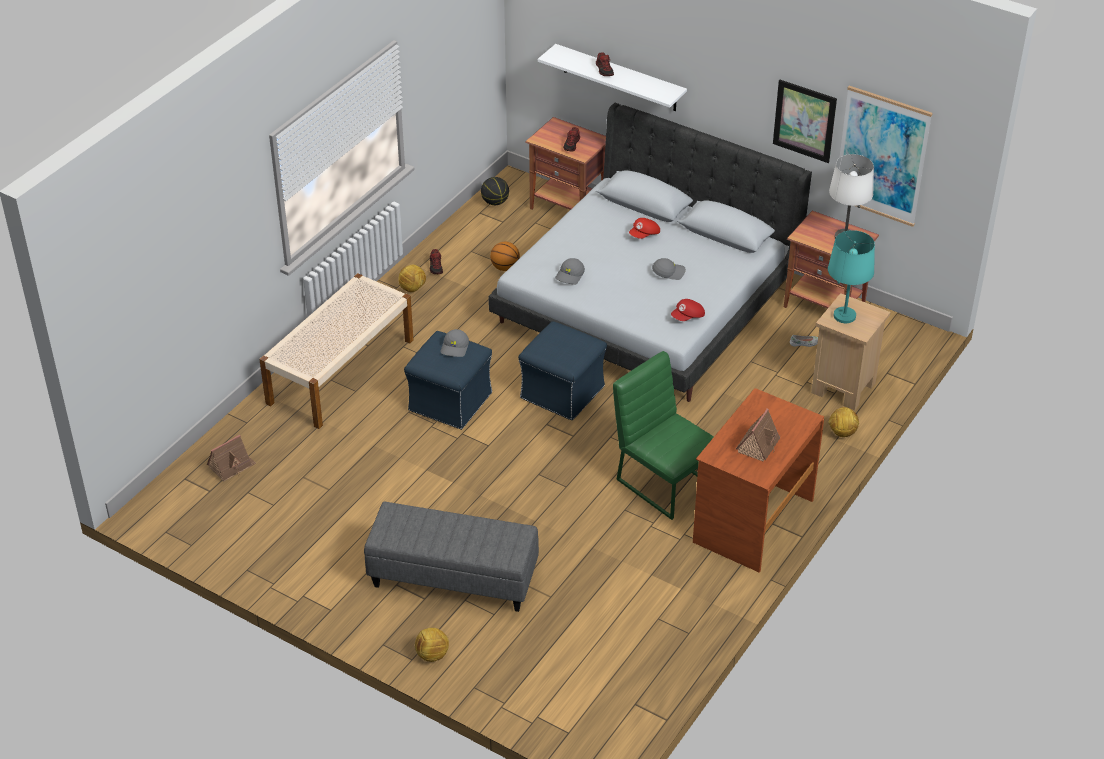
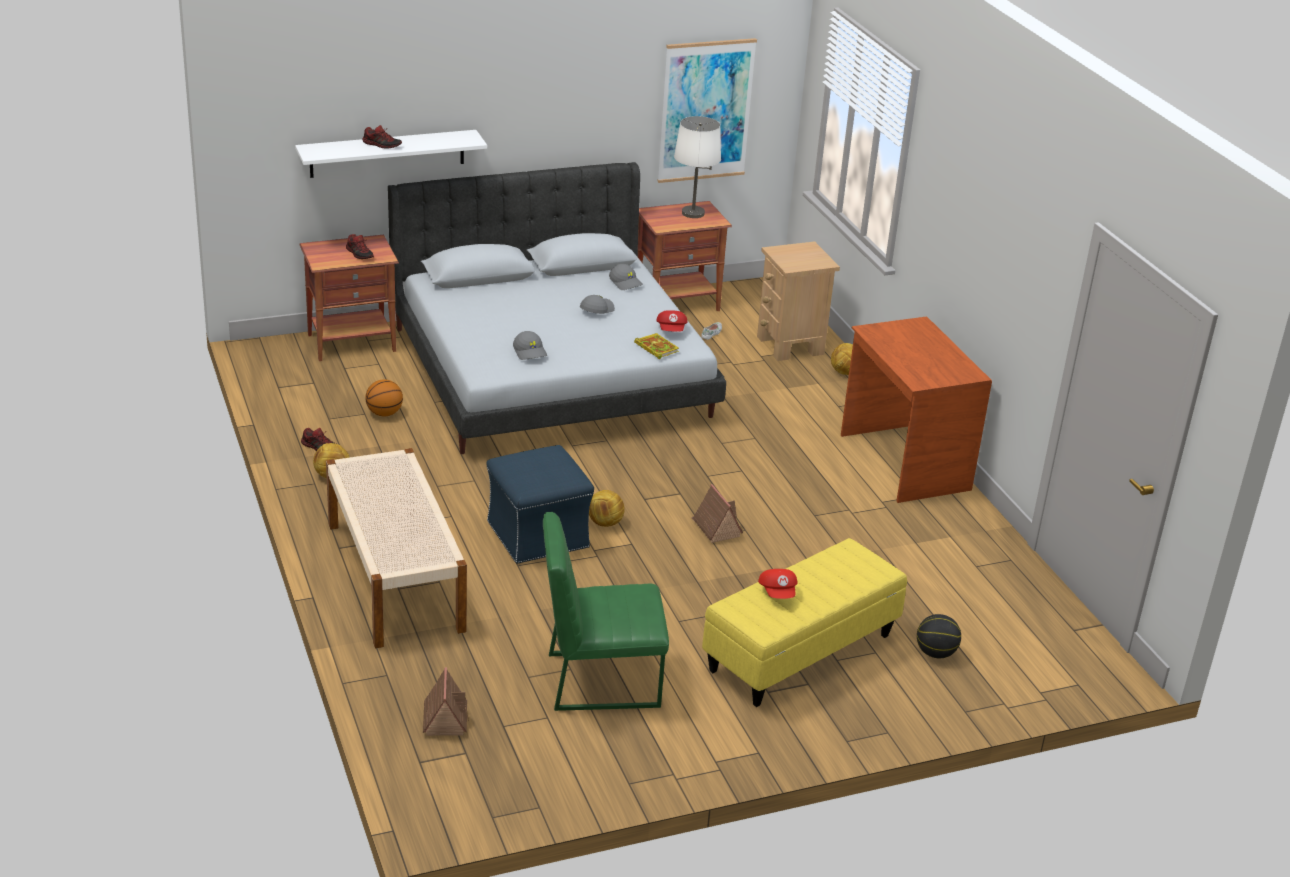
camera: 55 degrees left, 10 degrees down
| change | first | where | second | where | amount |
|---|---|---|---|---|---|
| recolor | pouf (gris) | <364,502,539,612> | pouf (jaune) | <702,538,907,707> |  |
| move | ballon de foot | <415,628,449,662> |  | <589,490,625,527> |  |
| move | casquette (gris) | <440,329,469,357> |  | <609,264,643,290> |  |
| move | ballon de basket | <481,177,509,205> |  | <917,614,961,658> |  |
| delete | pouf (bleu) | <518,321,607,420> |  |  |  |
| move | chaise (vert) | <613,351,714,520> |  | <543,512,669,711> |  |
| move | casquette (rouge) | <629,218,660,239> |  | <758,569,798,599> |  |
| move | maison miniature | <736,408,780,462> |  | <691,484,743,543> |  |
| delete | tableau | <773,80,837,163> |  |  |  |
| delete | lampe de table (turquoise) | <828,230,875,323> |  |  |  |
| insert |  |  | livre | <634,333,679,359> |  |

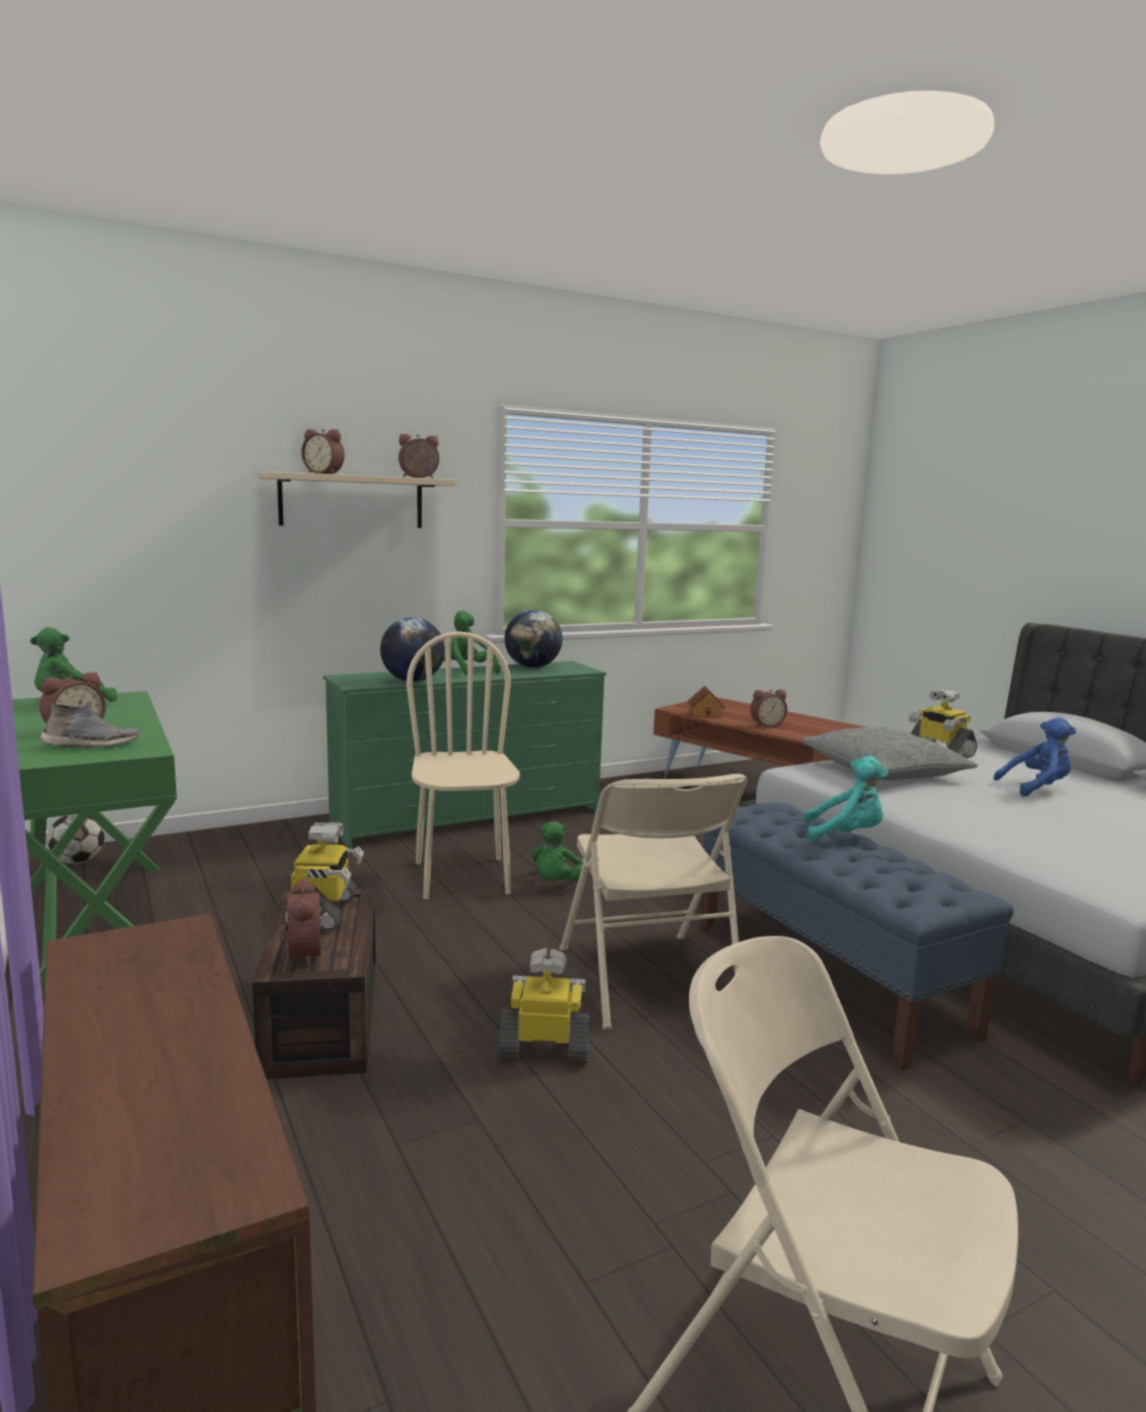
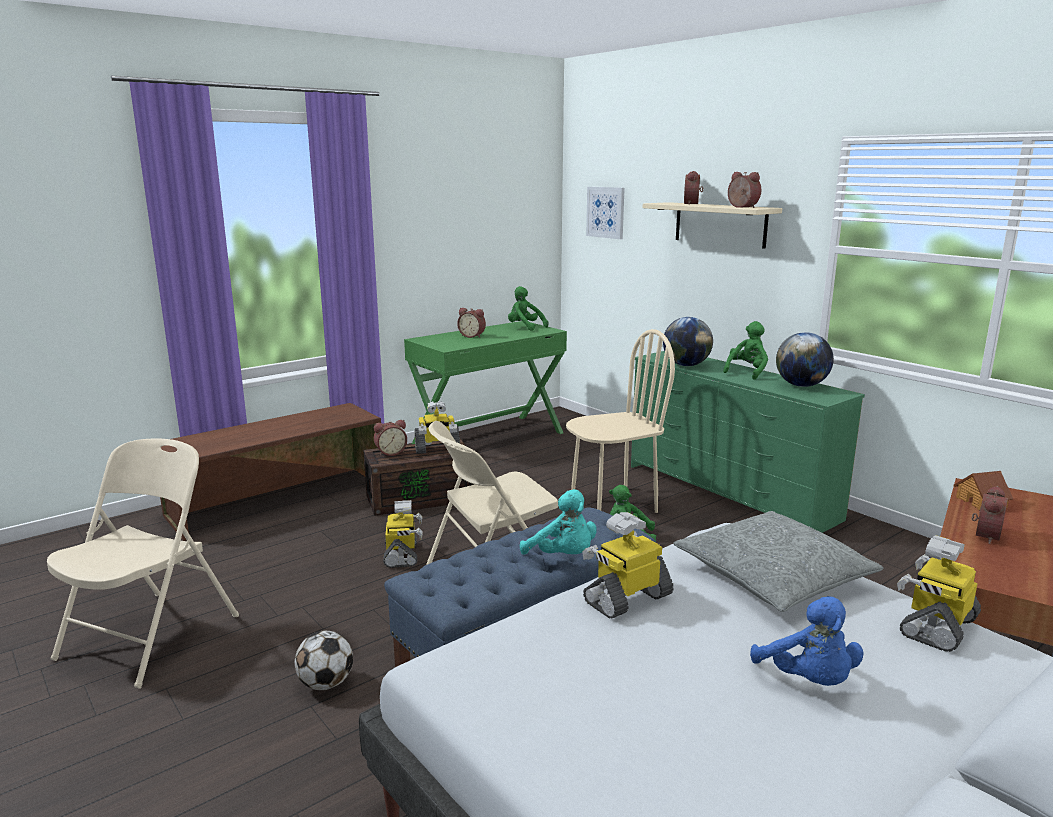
camera: 80 degrees right, 5 degrees up
| change | first | where | second | where | amount |
|---|---|---|---|---|---|
| delete | chaussure (gris) | <39,700,139,748> |  |  |  |
| move | ballon de foot | <47,814,105,864> |  | <294,630,353,690> |  |
| rotate | réveil | <750,689,787,727> |  | <971,486,1008,544> | 120 degrees counterclockwise |
| rotate | peluche (turquoise) | <803,756,888,842> |  | <520,489,597,555> | 45 degrees counterclockwise |
| insert |  |  | robot jouet | <582,512,674,619> |  |
| insert |  |  | tableau | <586,187,625,239> |  |

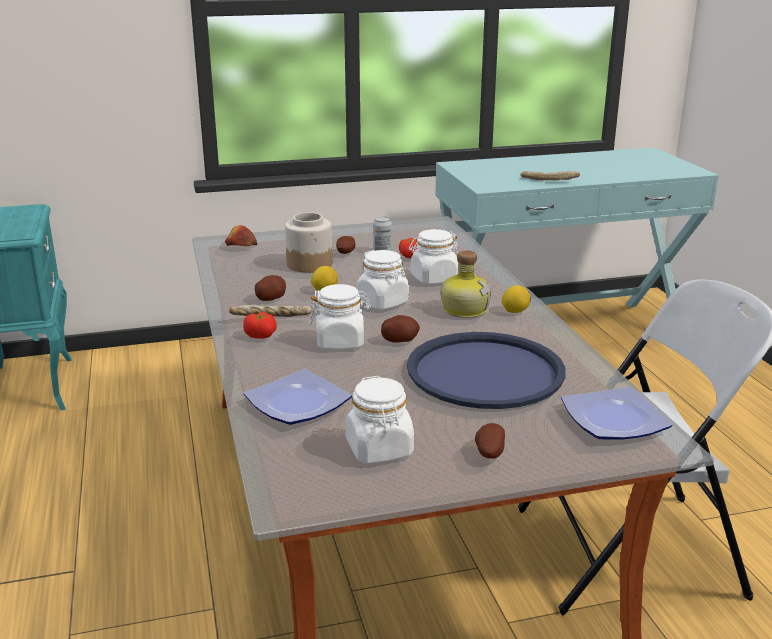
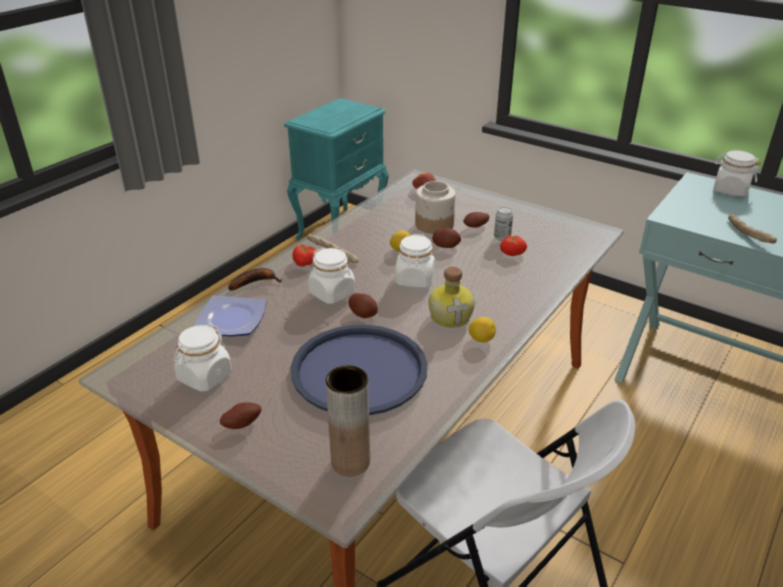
camera: 50 degrees right, 10 degrees up
| change | first | where | second | where | amount |
|---|---|---|---|---|---|
| move | pomme de terre | <255,275,286,301> |  | <432,228,461,248> |  |
| move | bocal (blanc) | <409,229,459,284> |  | <713,150,761,197> |  |
| replace | assiette | <561,387,673,440> | vase (marron) | <326,366,370,476> |  |
| insert |  |  | banane | <228,268,282,291> |  |

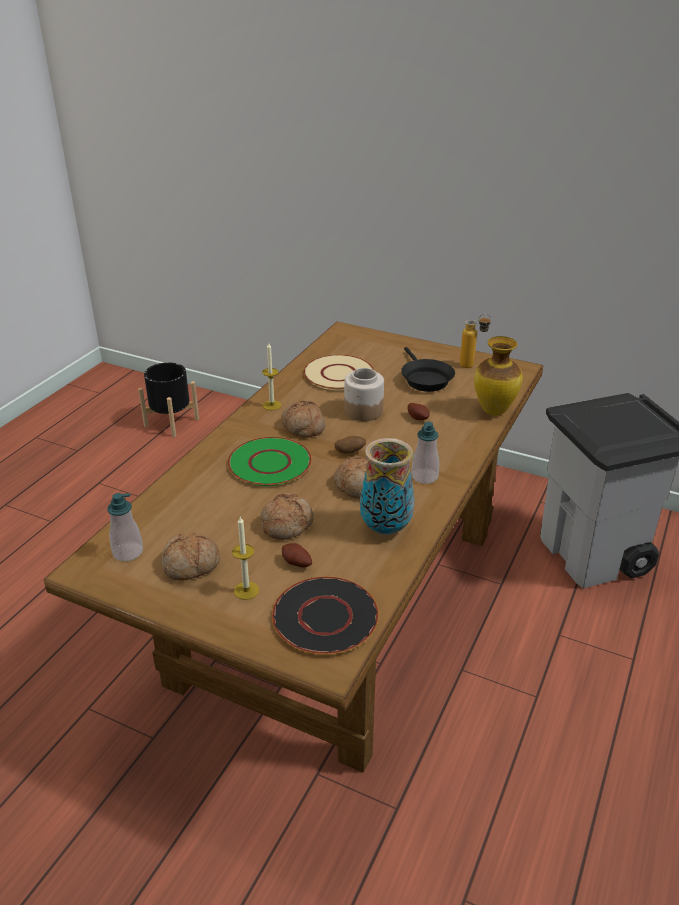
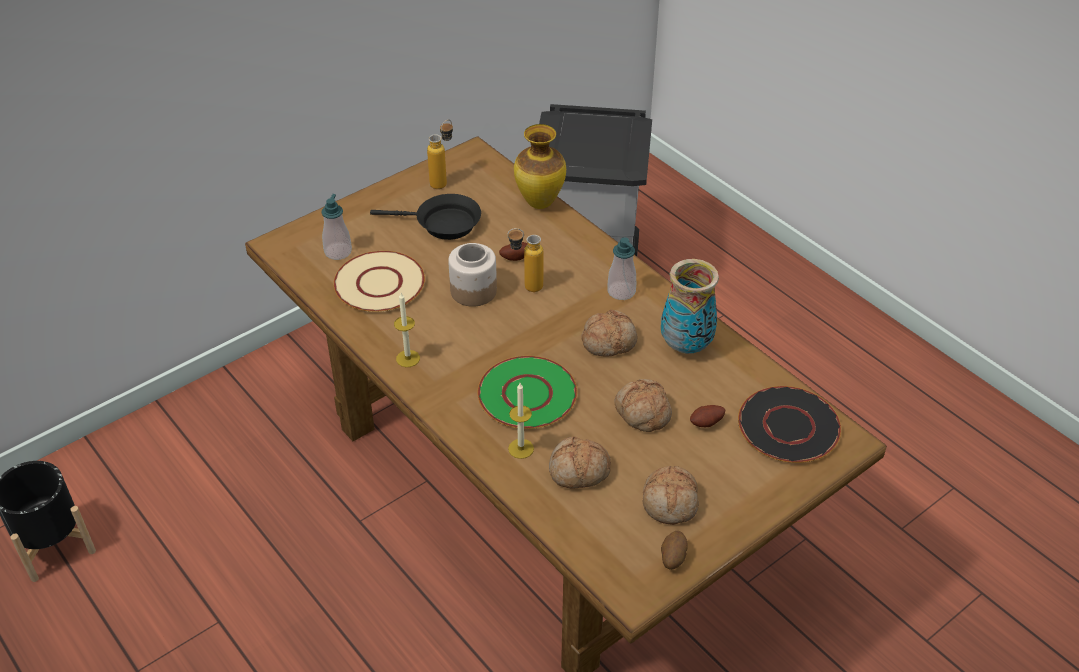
camera: 65 degrees left, 10 degrees up
| change | first | where | second | where | amount |
|---|---|---|---|---|---|
| move | distributeur de savon | <107,493,143,561> |  | <321,194,352,260> |  |
| move | bougie | <232,517,259,600> |  | <508,383,534,459> |  |
| move | pain | <281,400,325,438> |  | <549,437,611,489> |  |
| move | pomme de terre | <335,436,366,453> |  | <661,531,688,570> |  |
| insert |  |  | bouteille | <508,228,543,292> |  |

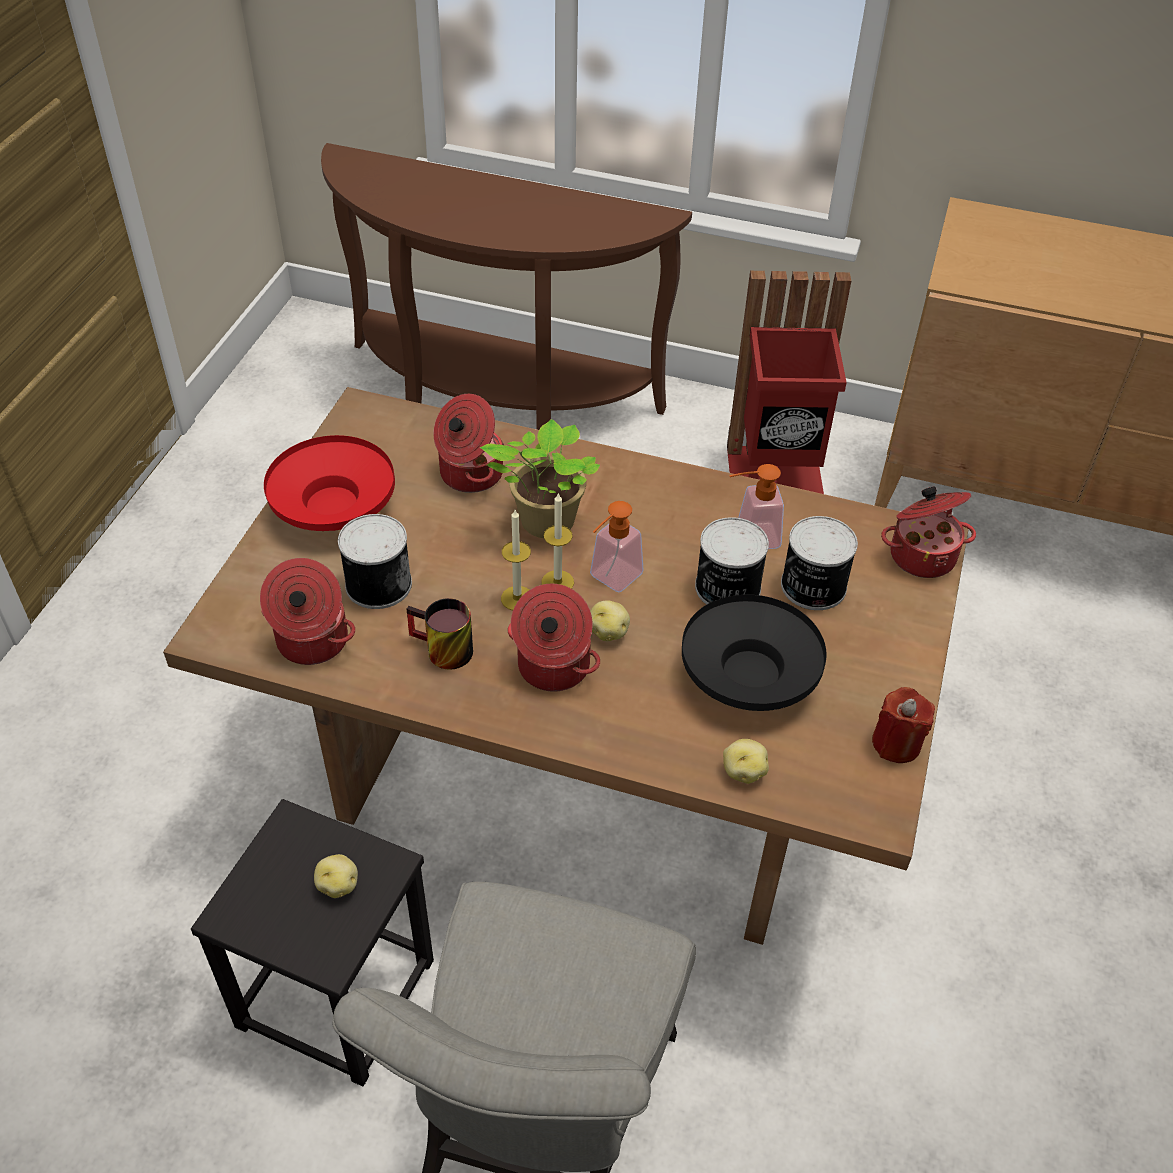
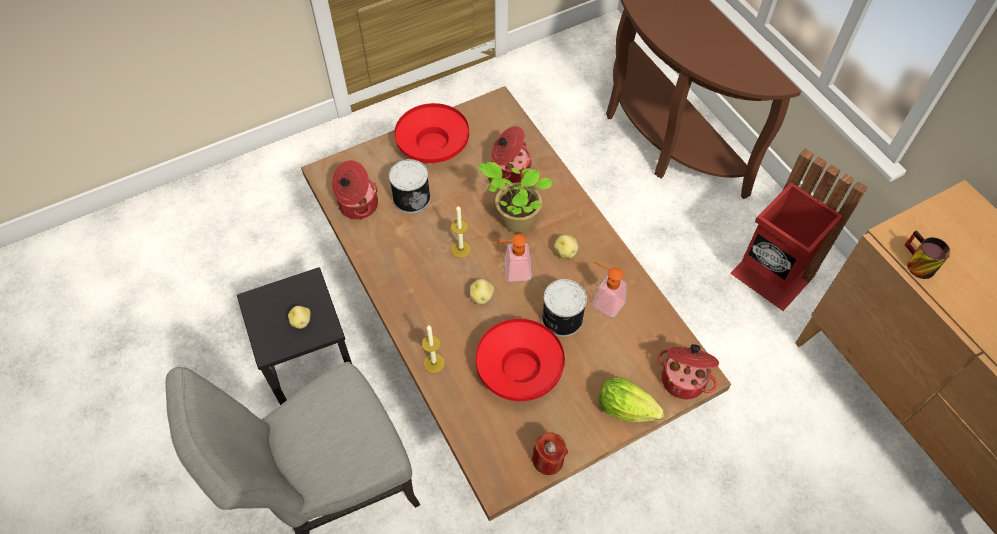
camera: 45 degrees right, 10 degrees up
| change | first | where | second | where | amount |
|---|---|---|---|---|---|
| move | mug | <406,598,473,670> |  | <905,231,951,279> |  |
| delete | marmite | <508,584,600,692> |  |  |  |
| move | bougie | <541,493,574,589> |  | <422,325,445,373> |  |
| recolor | bol (noir) | <682,595,826,711> | bol (rouge) | <476,319,565,401> |  |
| move | pomme de terre | <723,739,769,784> |  | <554,235,578,259> |  |
| delete | boîte métallique | <781,516,858,610> |  |  |  |
| insert |  |  | laitue | <598,377,664,422> |  |

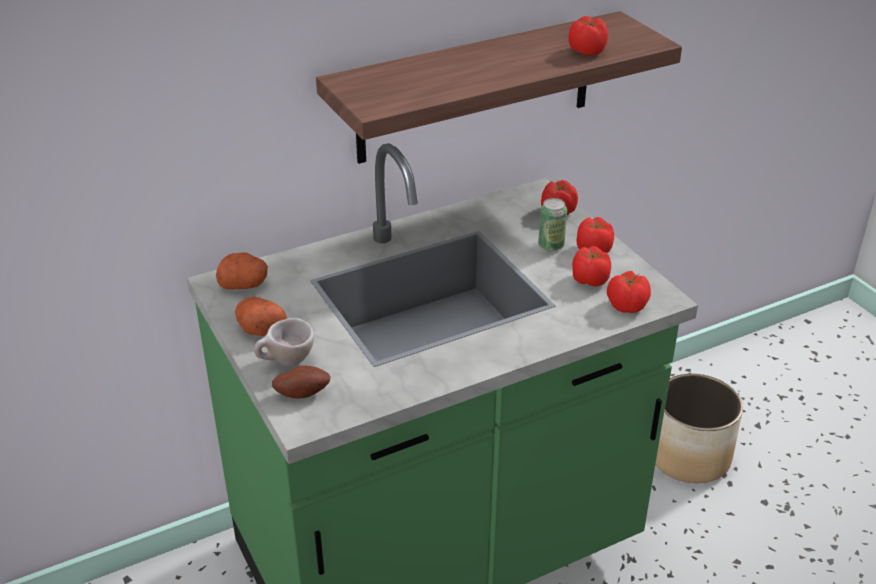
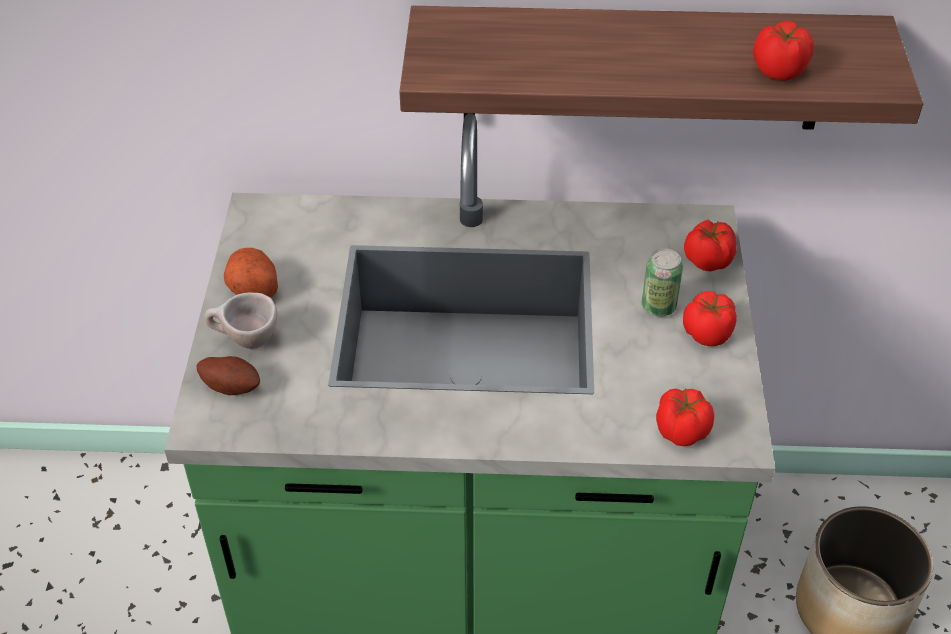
camera: 30 degrees right, 10 degrees up
| change | first | where | second | where | amount |
|---|---|---|---|---|---|
| delete | pomme de terre | <216,252,268,289> |  |  |  |
| delete | tomate | <572,246,611,287> |  |  |  |

